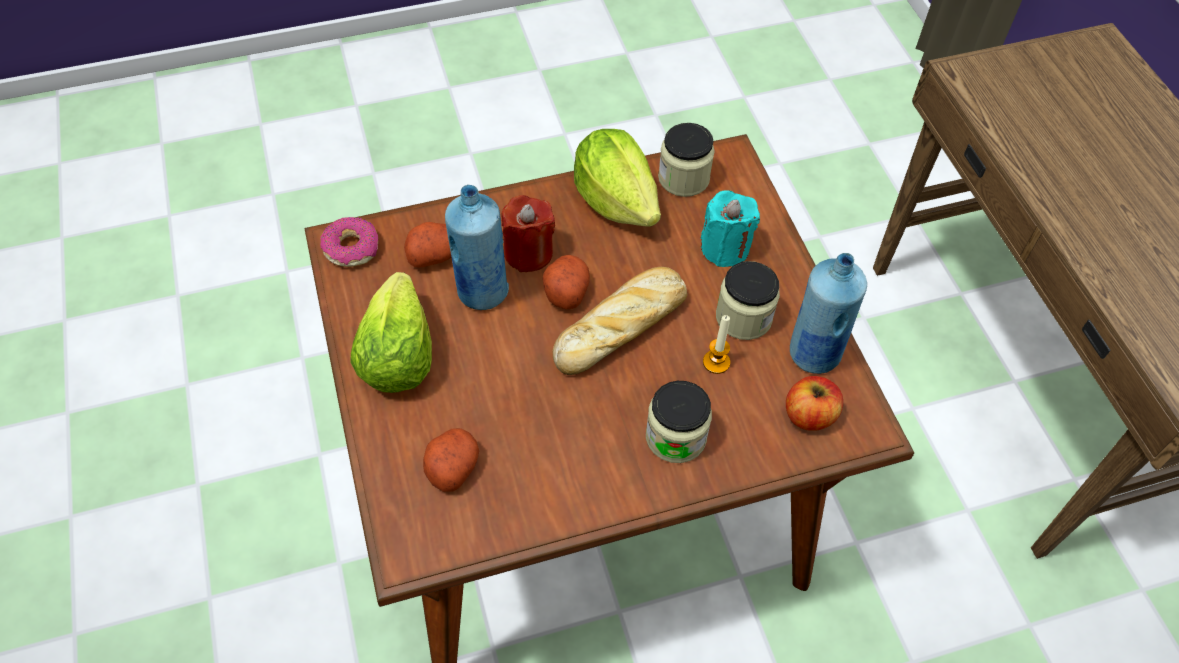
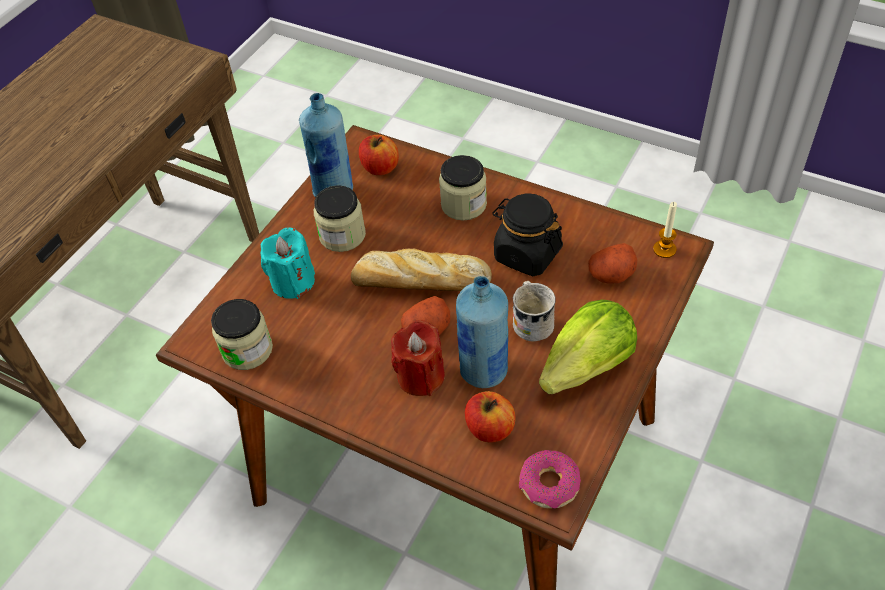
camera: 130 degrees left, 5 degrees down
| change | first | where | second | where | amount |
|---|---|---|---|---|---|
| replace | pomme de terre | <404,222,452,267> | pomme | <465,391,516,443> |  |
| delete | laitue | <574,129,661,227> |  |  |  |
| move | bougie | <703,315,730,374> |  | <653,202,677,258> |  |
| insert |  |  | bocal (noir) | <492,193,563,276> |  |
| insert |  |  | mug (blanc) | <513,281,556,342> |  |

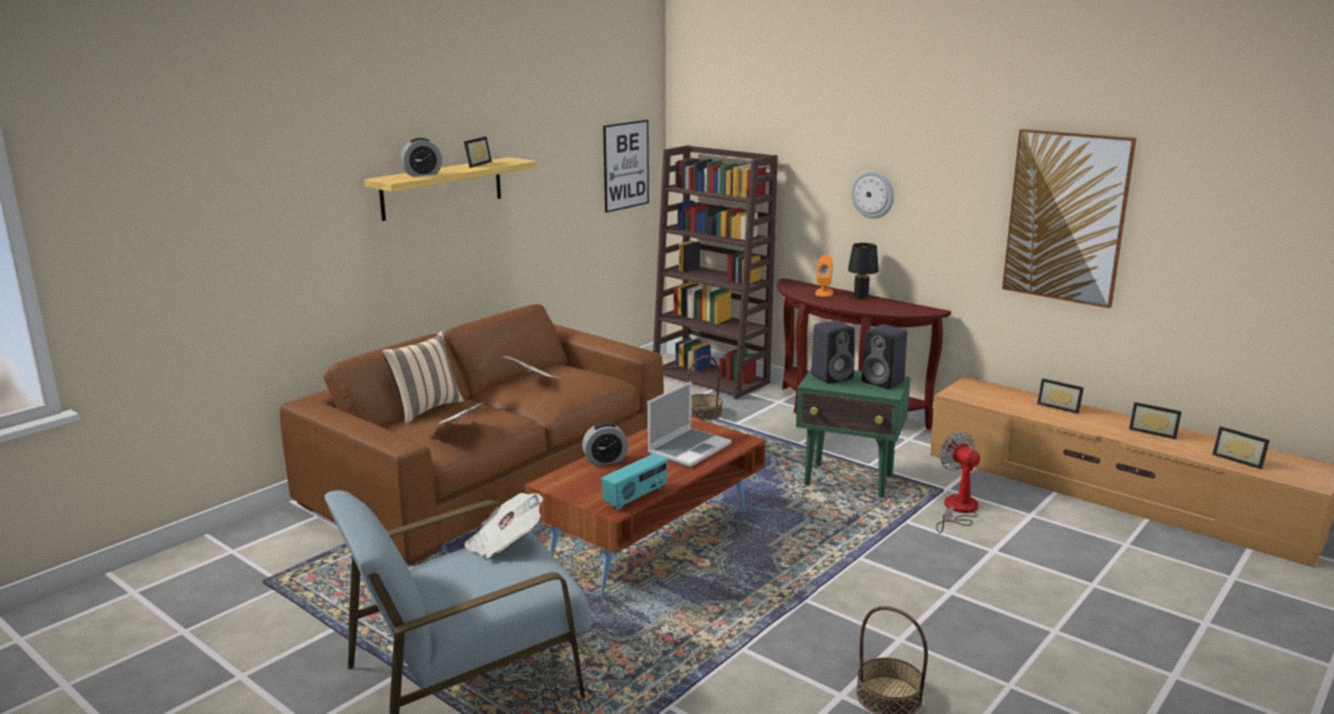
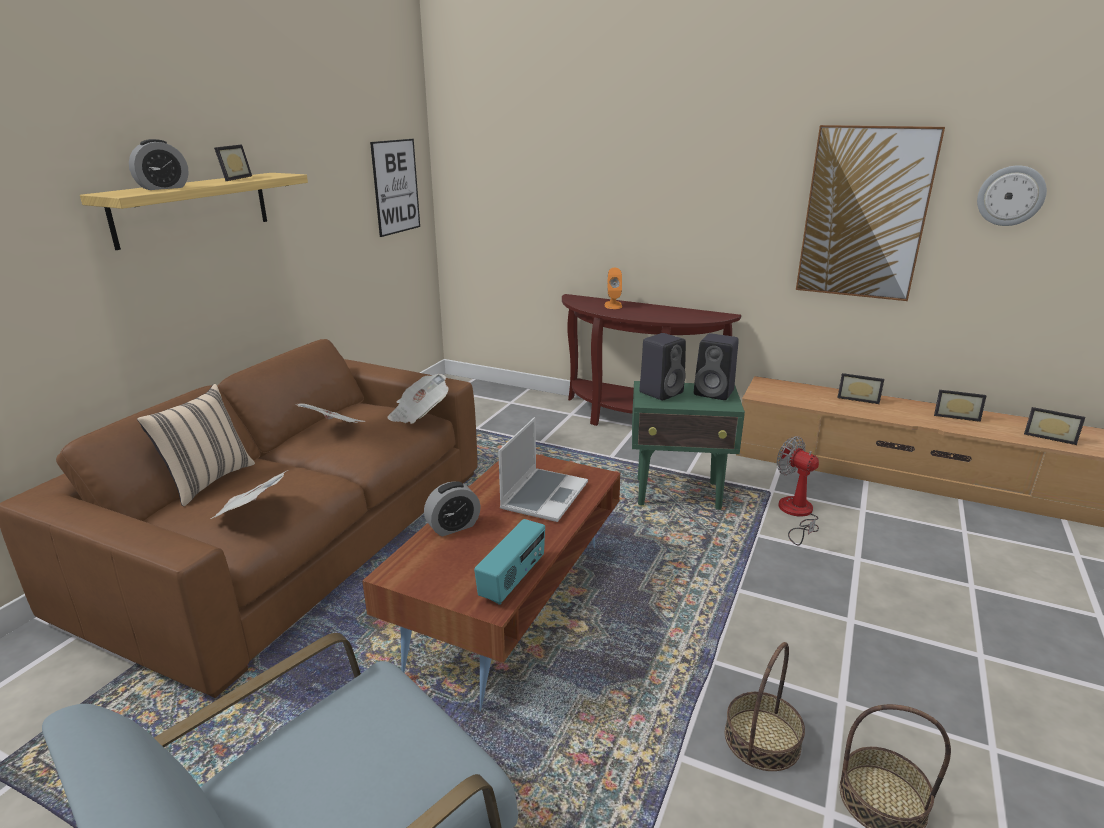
camera: 15 degrees left, 5 degrees up
| change | first | where | second | where | amount |
|---|---|---|---|---|---|
| move | journal | <464,493,543,558> |  | <387,374,449,424> |  |
| delete | bibliothèque (marron) | <653,145,778,399> |  |  |  |
| move | panier | <686,356,723,420> |  | <725,642,805,771> |  |
| delete | lampe de table (noir) | <848,243,879,300> |  |  |  |
| move | horloge murale | <851,170,894,219> |  | <977,166,1047,226> |  |

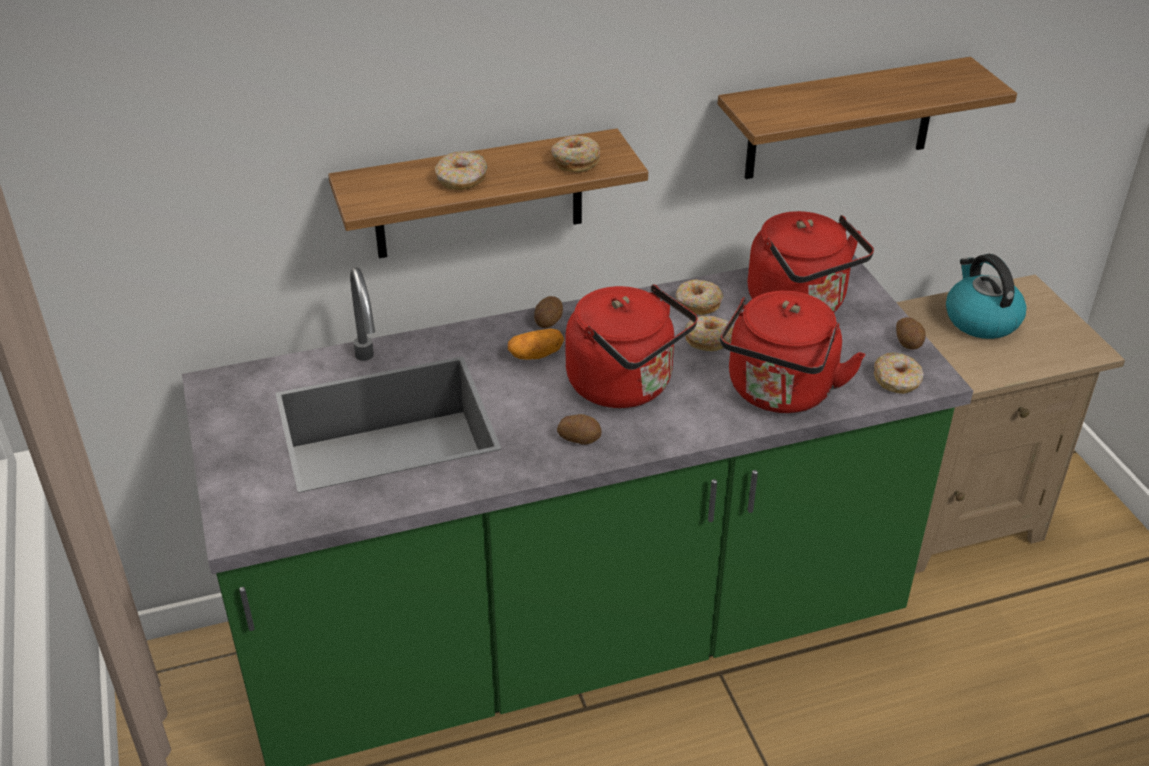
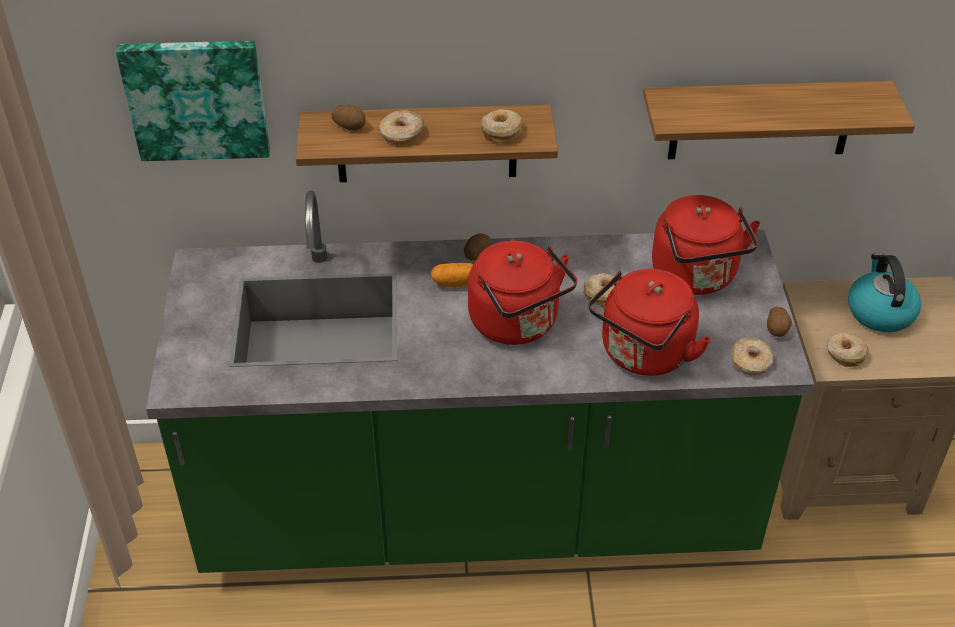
camera: 15 degrees right, 5 degrees up
| change | first | where | second | where | amount |
|---|---|---|---|---|---|
| move | pomme de terre | <557,414,602,445> |  | <331,105,366,130> |  |
| move | beignet | <676,279,723,315> |  | <827,333,869,367> |  |
| insert |  |  | tableau | <116,41,270,161> |  |

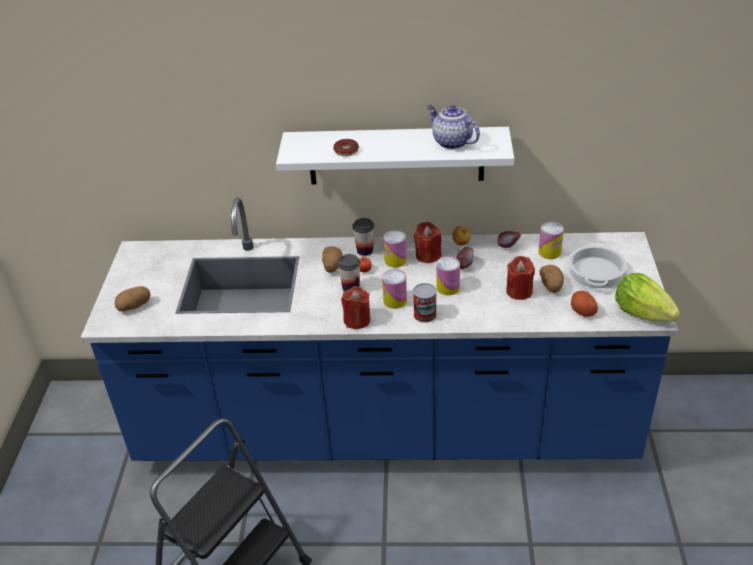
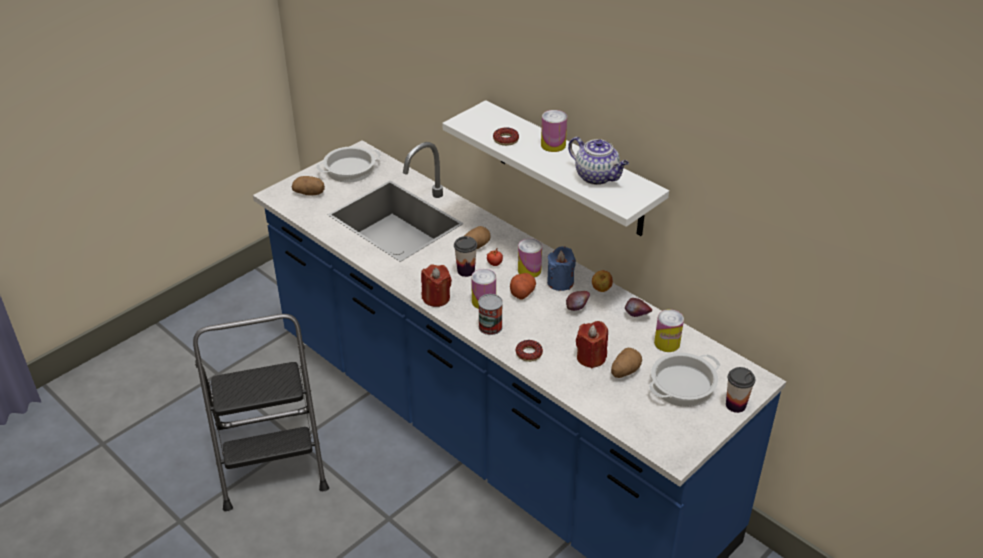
camera: 40 degrees right, 0 degrees up
| change | first | where | second | where | amount |
|---|---|---|---|---|---|
| move | tasse | <352,218,374,256> |  | <726,367,755,413> |  |
| recolor | bougie (rouge) | <414,222,442,263> | bougie (bleu) | <547,246,576,291> |  |
| rotate | théière | <427,105,480,149> |  | <568,137,629,185> | 135 degrees clockwise |
| move | boîte métallique | <436,256,460,295> |  | <541,110,567,152> |  |
| move | pomme de terre | <571,291,598,317> |  | <510,273,536,300> |  |
| delete | laitue | <615,273,680,321> |  |  |  |
| insert |  |  | marmite | <316,146,381,183> |  |
| insert |  |  | beignet | <515,340,543,362> |  |

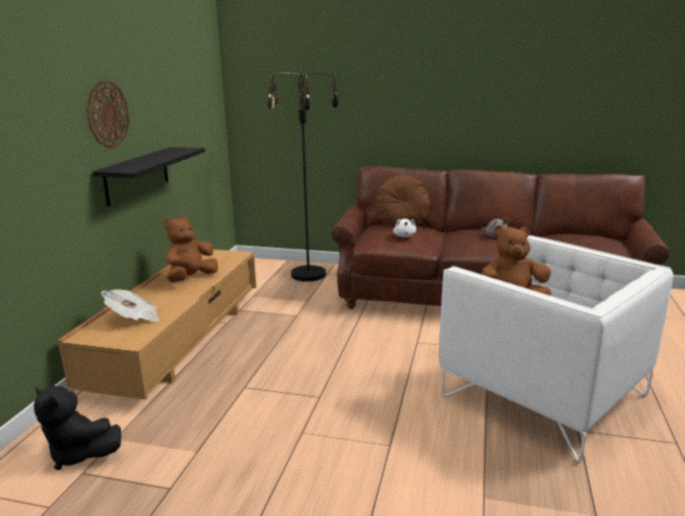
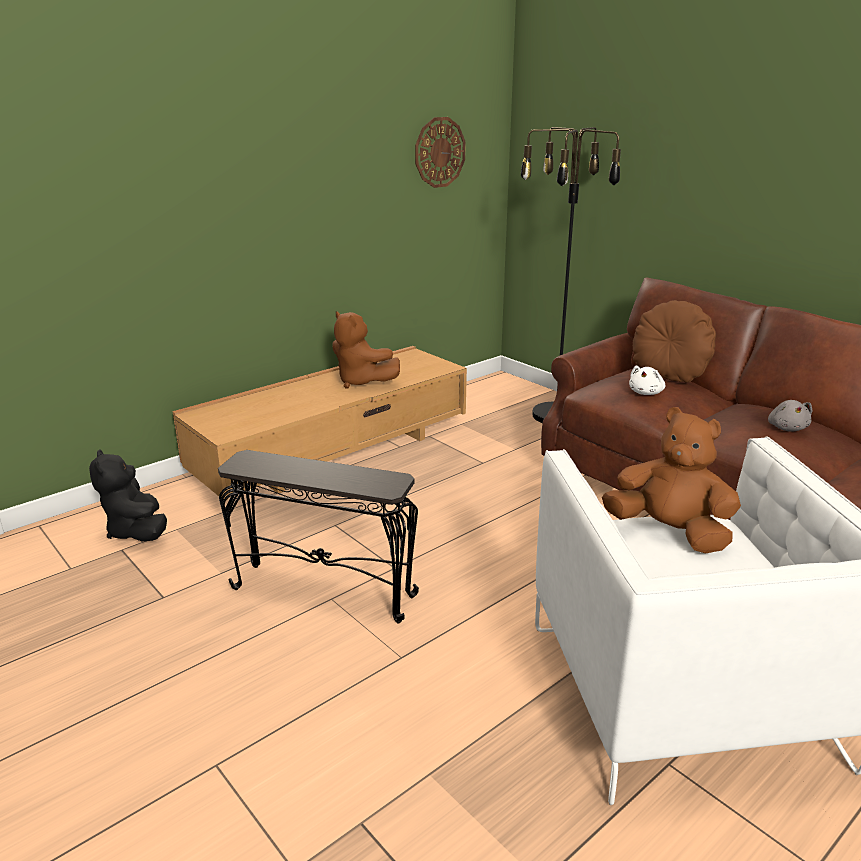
camera: 35 degrees right, 5 degrees up
| change | first | where | second | where | amount |
|---|---|---|---|---|---|
| move | horloge murale | <87,80,129,149> |  | <415,117,466,188> |  |
| delete | étagère (noir) | <92,147,205,206> |  |  |  |
| delete | journal | <101,290,159,322> |  |  |  |
| rotate | peluche (marron) | <163,216,218,283> |  | <332,311,400,389> | 120 degrees counterclockwise |
| insert |  |  | table d'appoint (noir) | <218,450,419,624> |  |

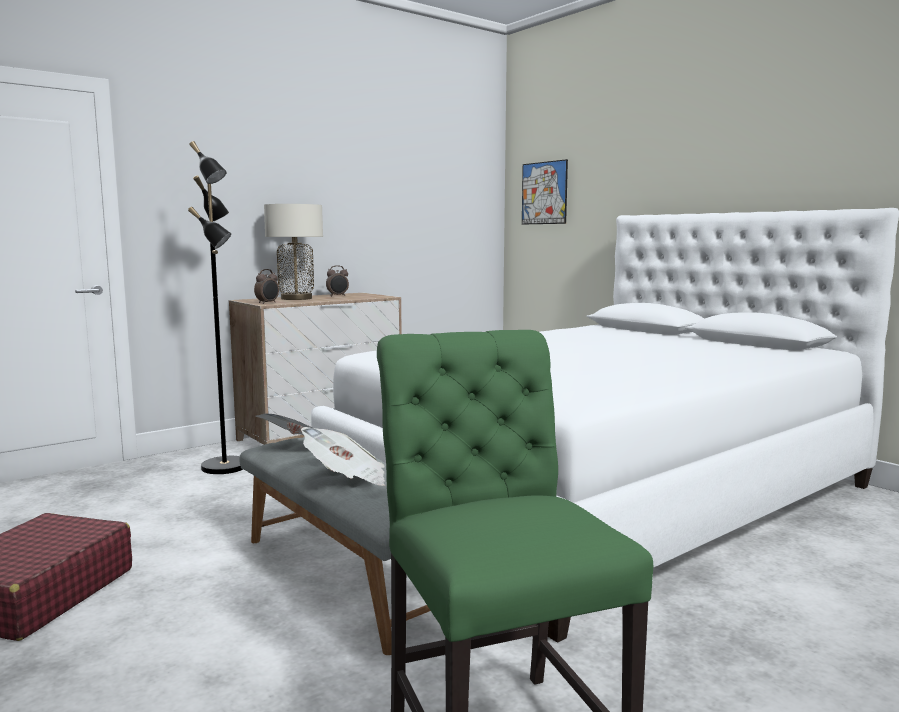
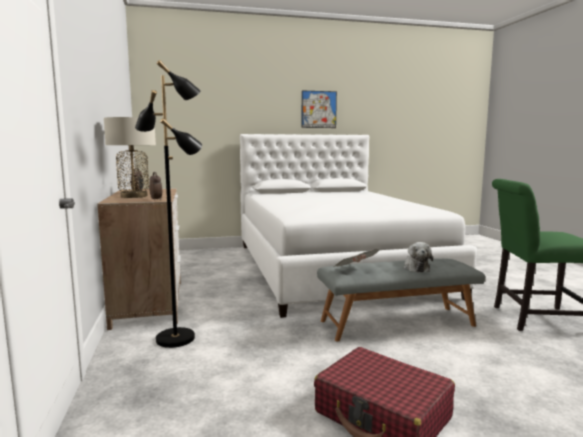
camera: 65 degrees left, 0 degrees up
| change | first | where | second | where | amount |
|---|---|---|---|---|---|
| replace | journal | <301,427,386,486> | peluche | <403,242,433,272> |  |
| move | tableau | <522,159,568,224> |  | <302,90,337,128> |  |

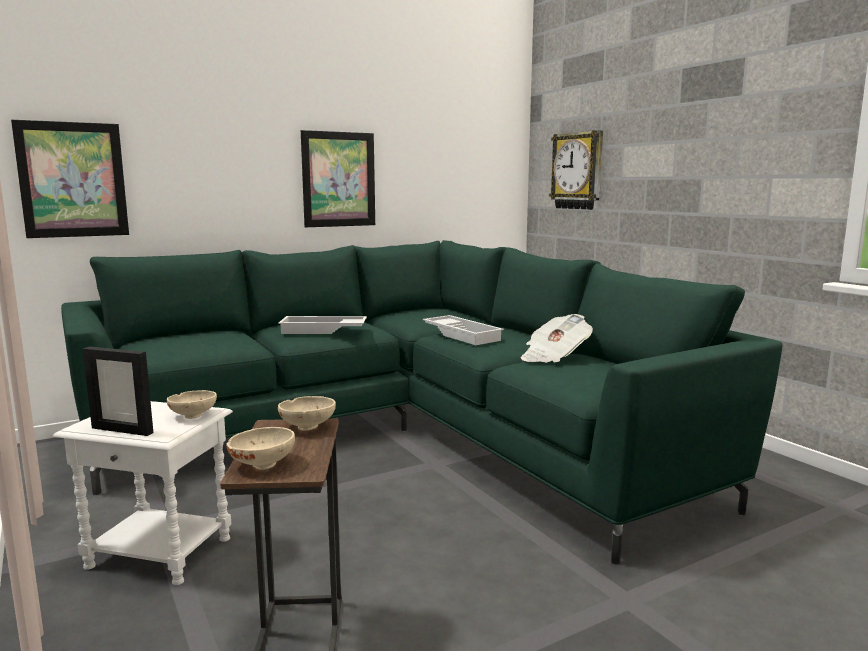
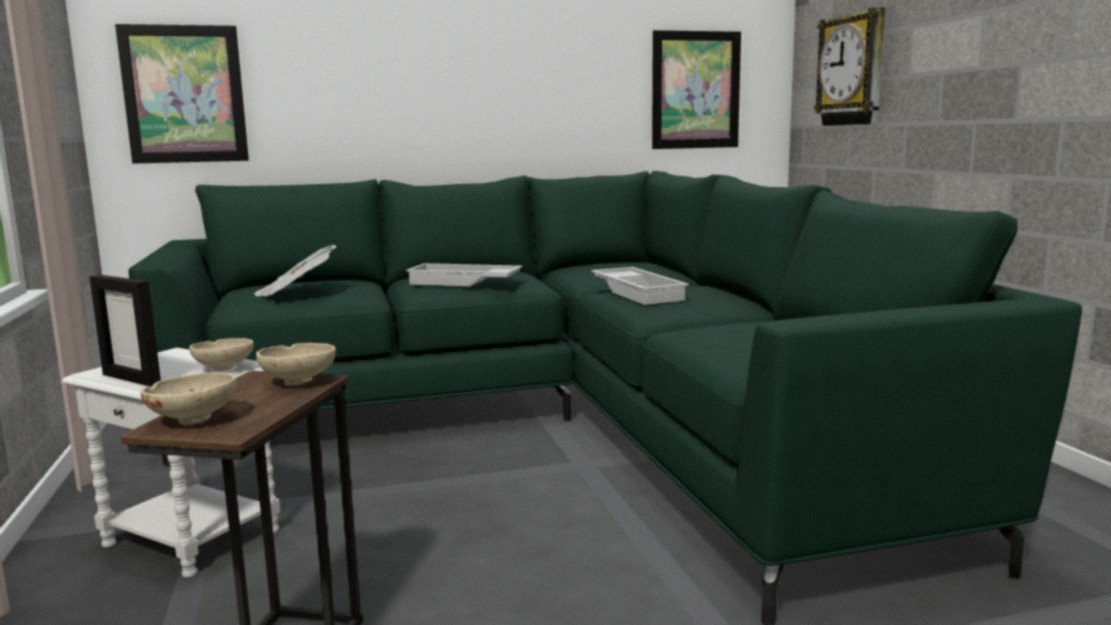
camera: 15 degrees right, 0 degrees up
| change | first | where | second | where | amount |
|---|---|---|---|---|---|
| move | tableau | <301,130,375,227> |  | <652,30,741,149> |  |
| move | journal | <521,314,593,363> |  | <254,245,336,297> |  |

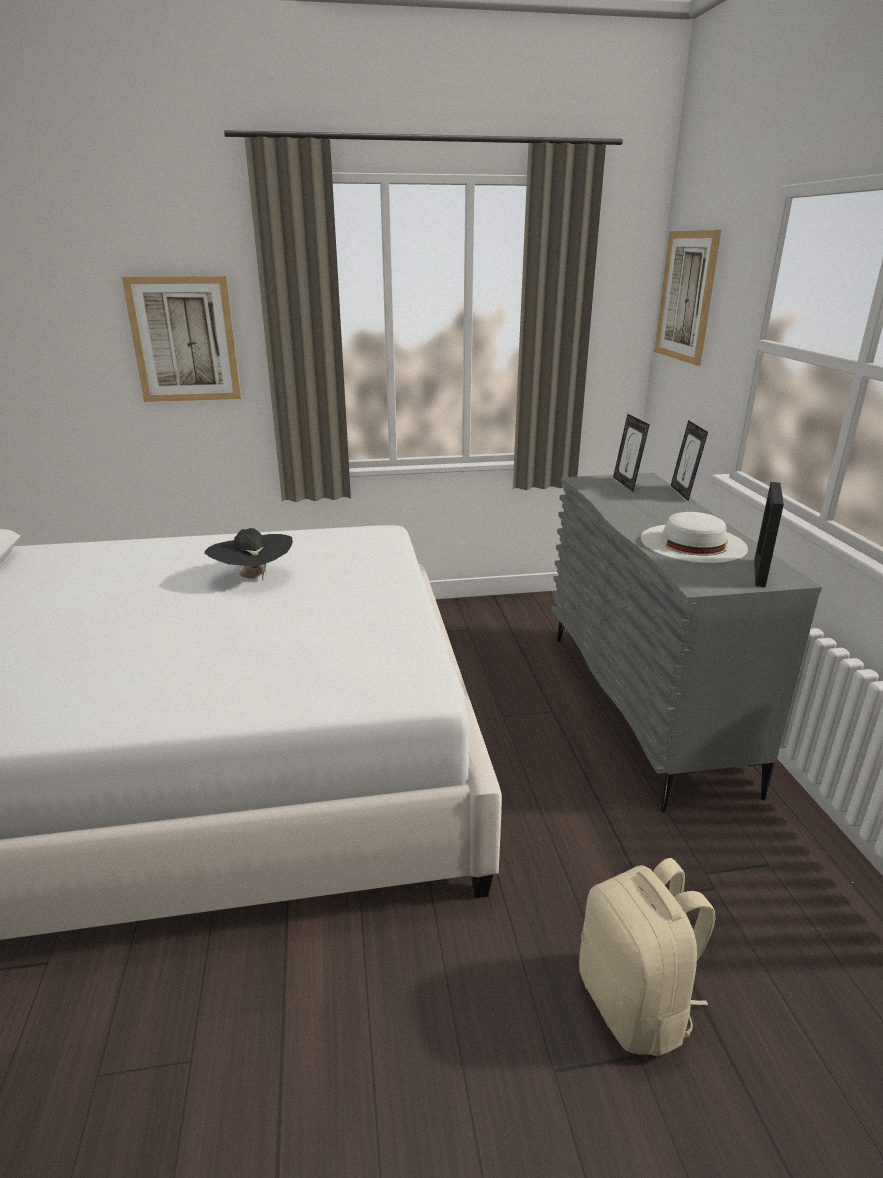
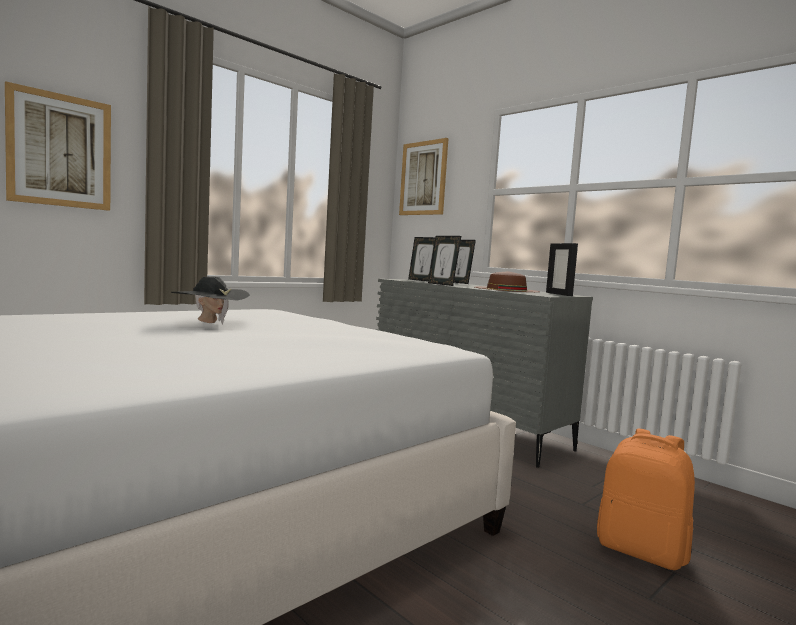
camera: 35 degrees left, 20 degrees down
| change | first | where | second | where | amount |
|---|---|---|---|---|---|
| recolor | sac à dos (beige) | <579,858,716,1056> | sac à dos (orange) | <597,428,695,570> |  |
| recolor | chapeau (blanc) | <641,512,748,563> | chapeau (marron) | <475,271,540,292> |  |
| insert |  |  | cadre photo | <428,236,461,286> |  |

